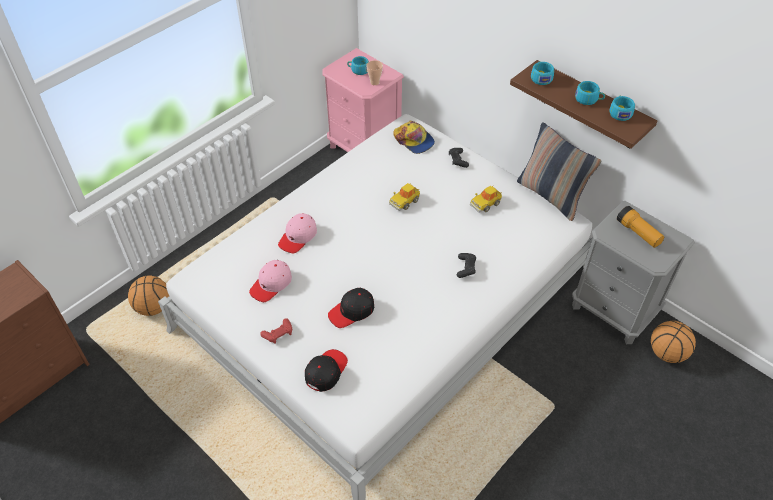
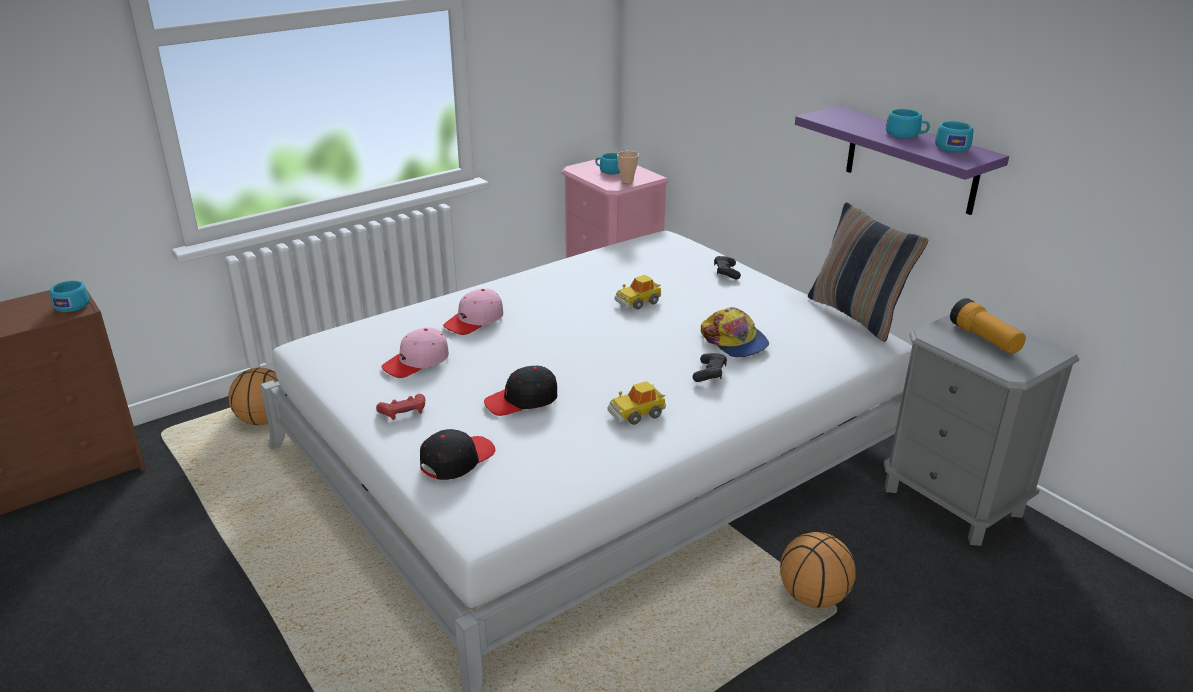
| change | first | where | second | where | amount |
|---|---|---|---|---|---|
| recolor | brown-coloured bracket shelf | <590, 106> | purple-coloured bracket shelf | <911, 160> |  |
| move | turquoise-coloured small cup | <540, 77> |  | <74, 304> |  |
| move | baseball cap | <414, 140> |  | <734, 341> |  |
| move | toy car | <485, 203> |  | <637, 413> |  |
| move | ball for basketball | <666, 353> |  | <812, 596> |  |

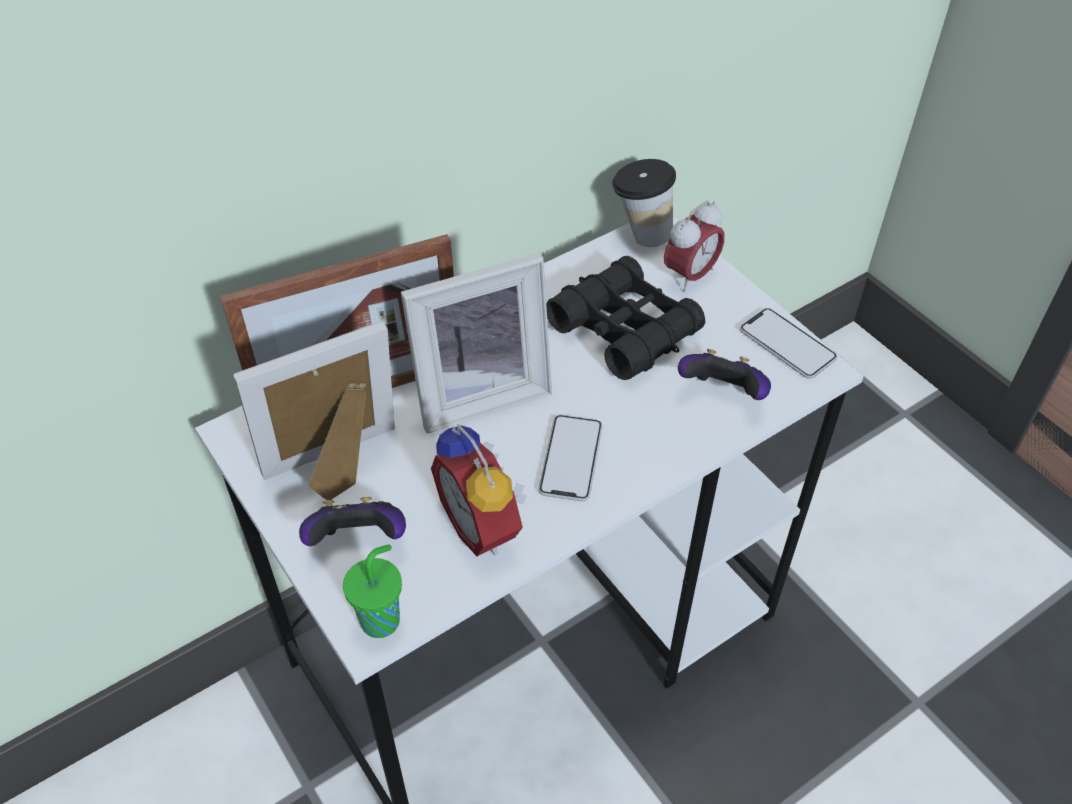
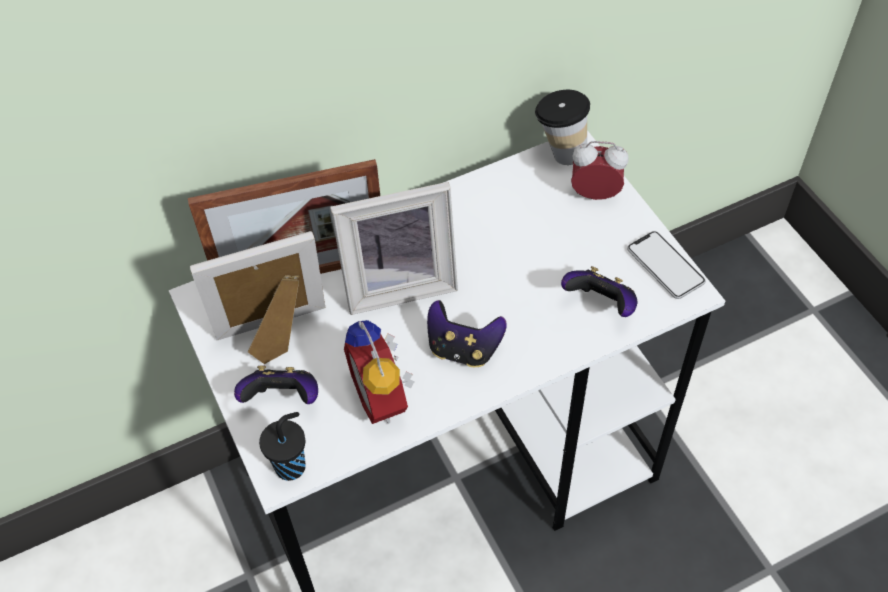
| change | first | where | second | where | amount |
|---|---|---|---|---|---|
| rotate | bedside clock | <690, 275> |  | <595, 194> | 135 degrees counterclockwise |
| delete | blackish field glasses | <624, 329> |  |  |  |
| replace | telephone | <571, 459> | gamepad | <463, 349> |  |
| recolor | green-coloured small cup | <382, 619> | blackish small cup | <292, 465> |  |

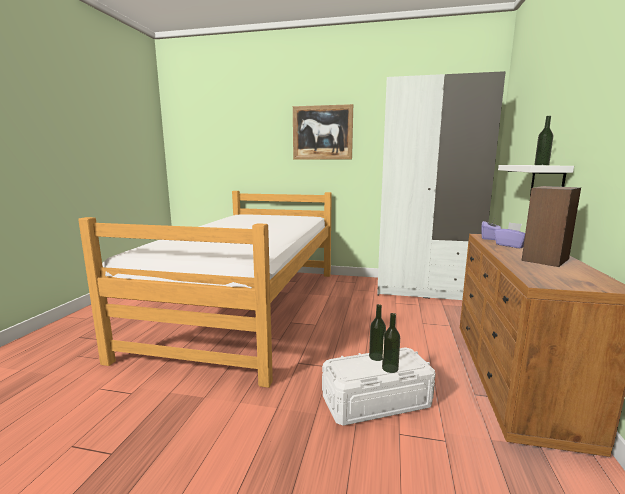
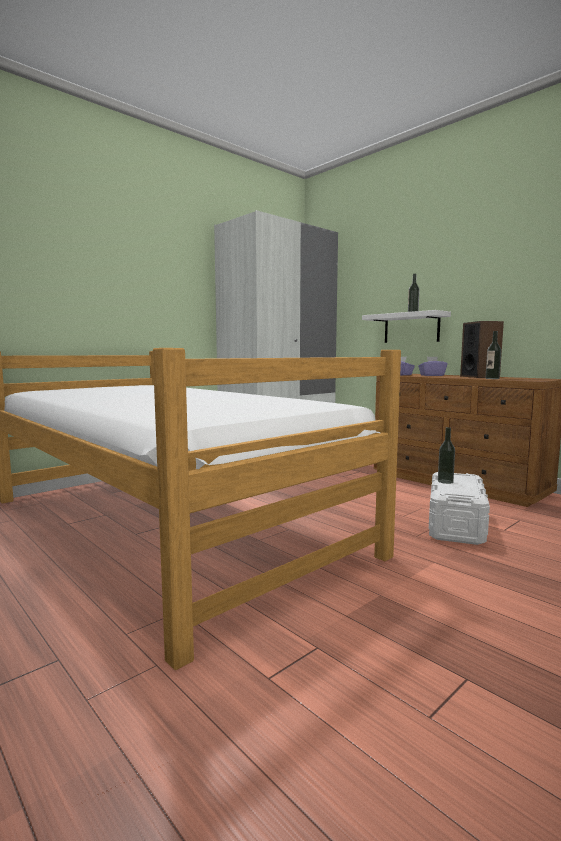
| change | first | where | second | where | amount |
|---|---|---|---|---|---|
| delete | picture | <322, 132> |  |  |  |
| move | beverage bottle | <390, 368> |  | <492, 378> |  |

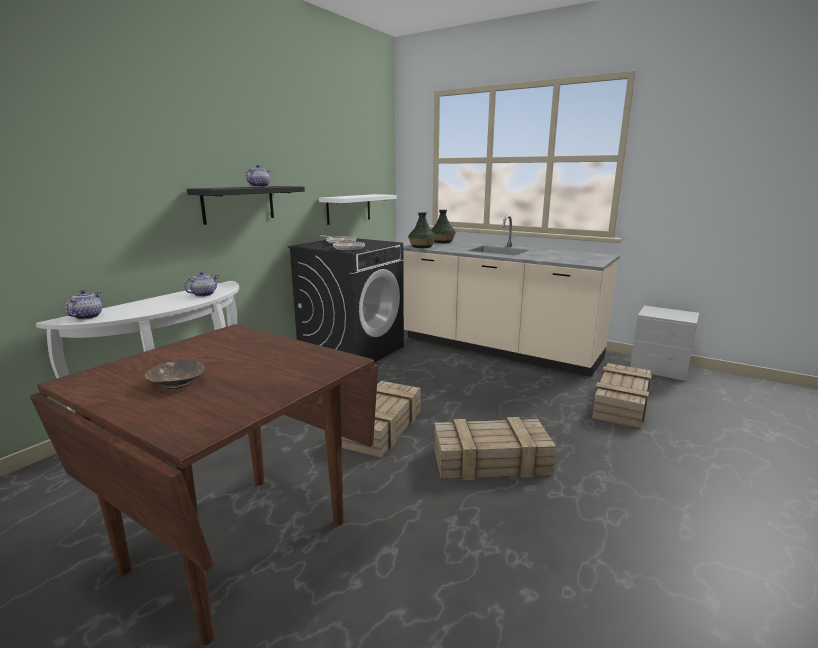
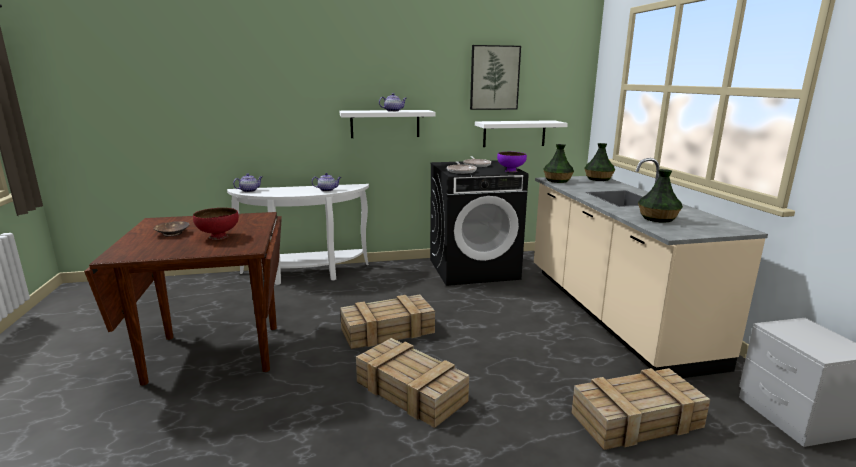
| change | first | where | second | where | amount |
|---|---|---|---|---|---|
| recolor | blackish bracket shelf | <239, 204> | white bracket shelf | <385, 124> |  |
| insert |  |  | picture | <494, 78> |  |
| insert |  |  | purple-coloured serving bowl | <510, 171> |  |
| insert |  |  | flower vase | <658, 218> |  |
| insert |  |  | red serving bowl | <218, 237> |  |

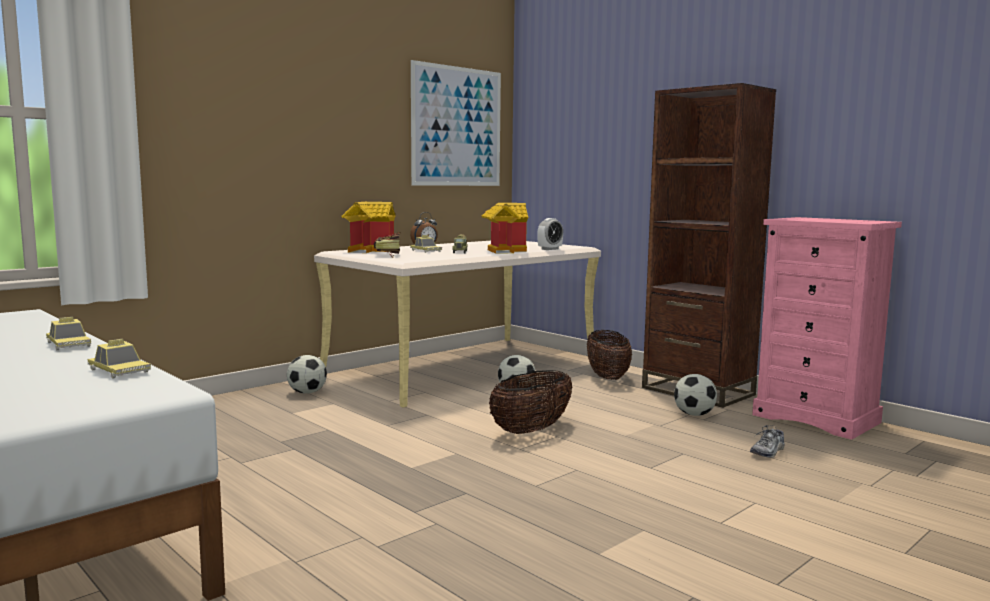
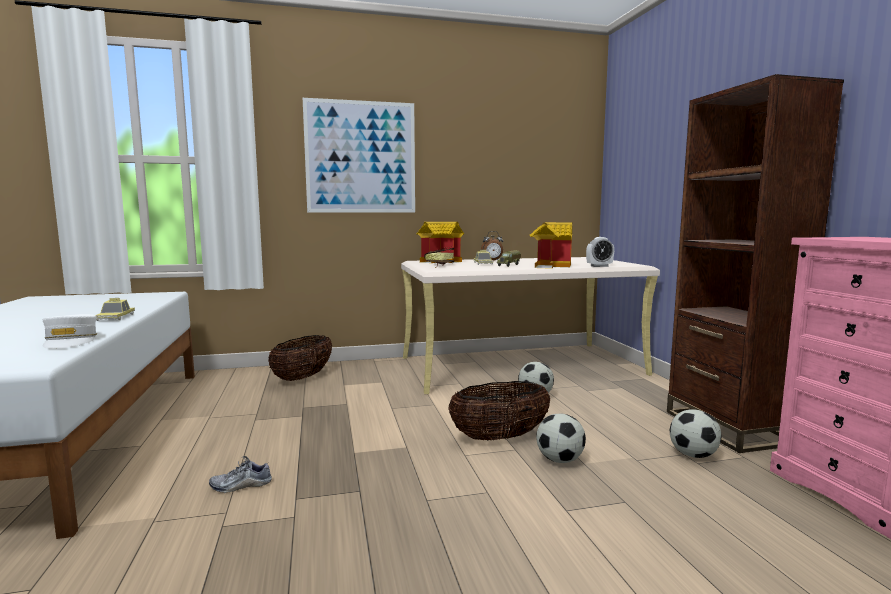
| change | first | where | second | where | amount |
|---|---|---|---|---|---|
| move | picture | <457, 126> |  | <361, 157> |  |
| move | storage basket | <607, 377> |  | <303, 377> |  |
| replace | toy car | <119, 371> | white baseball cap | <70, 341> |  |
| move | football | <307, 392> |  | <559, 460> |  |
| move | shoe | <768, 452> |  | <241, 485> |  |

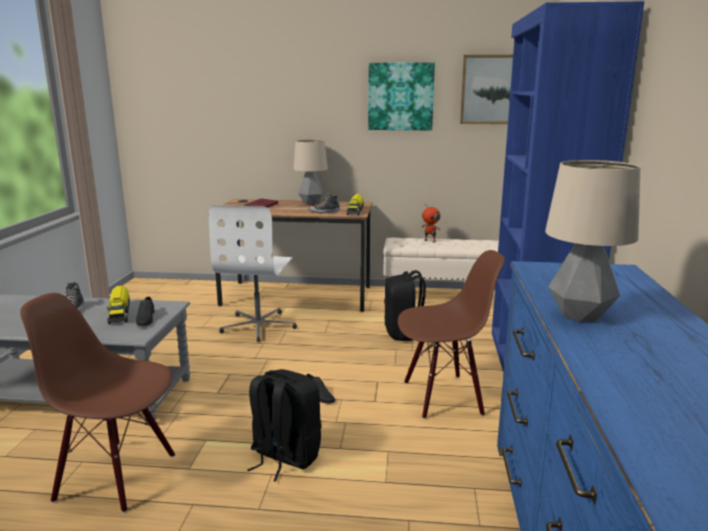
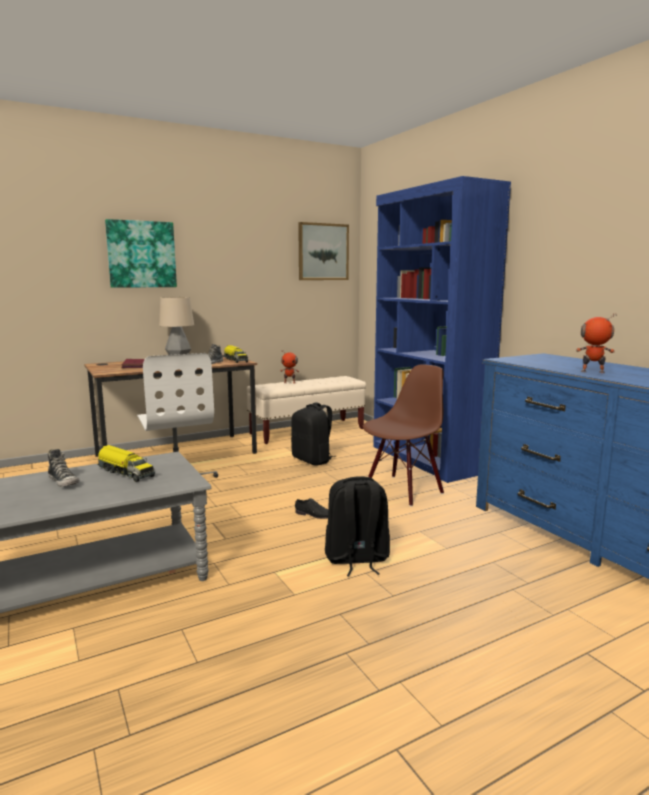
| change | first | where | second | where | amount |
|---|---|---|---|---|---|
| move | picture | <400, 96> |  | <141, 254> |  |
| replace | table lamp | <579, 315> | toy robot | <592, 372> |  |
| delete | brown-coloured plain chair | <117, 476> |  |  |  |
| delete | blackish shoe | <145, 318> |  |  |  |

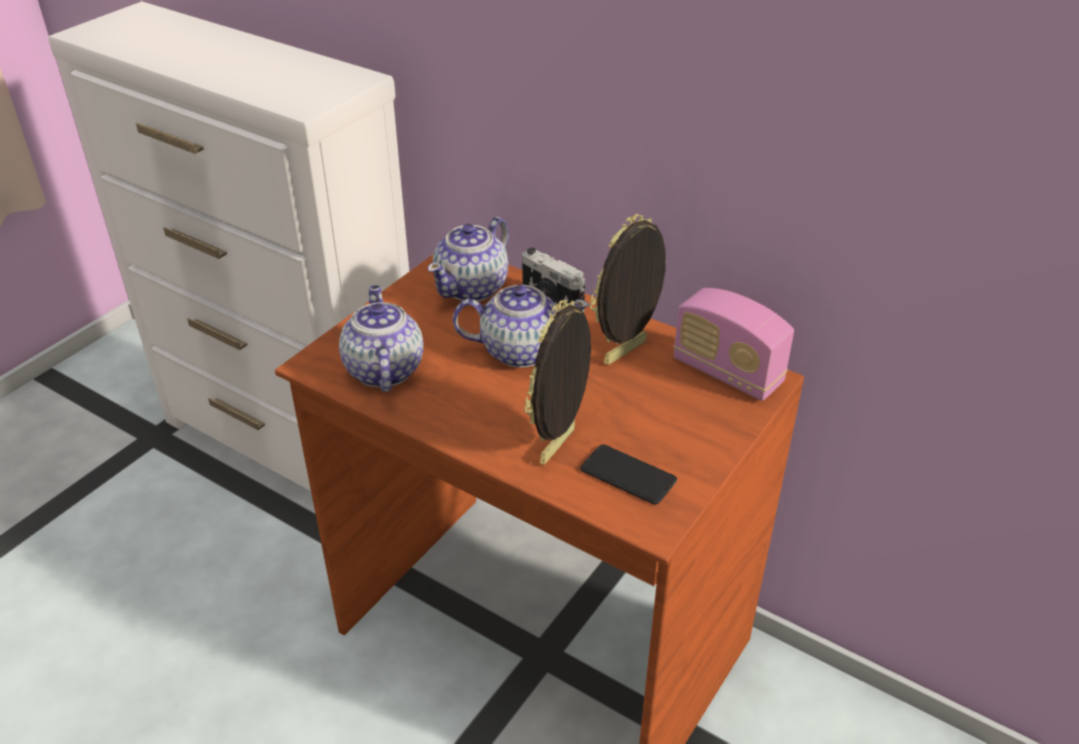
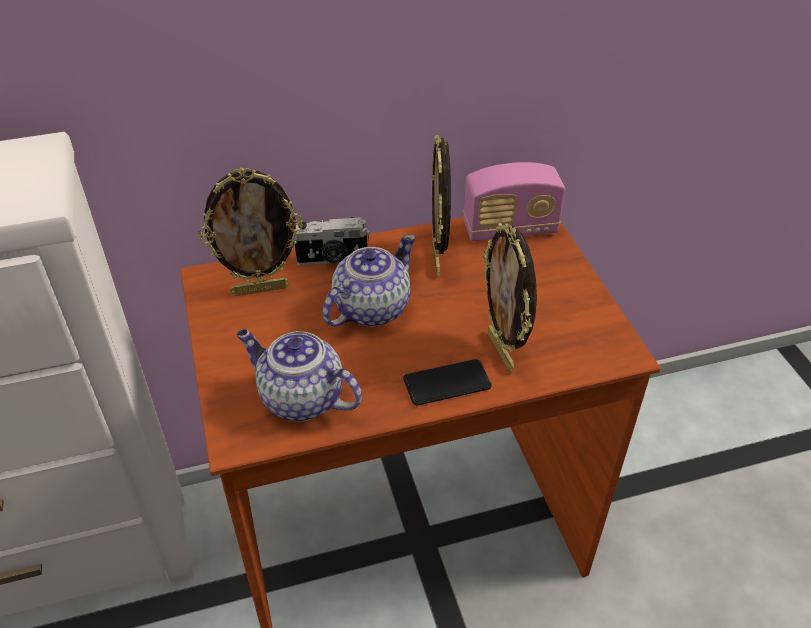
| change | first | where | second | where | amount |
|---|---|---|---|---|---|
| replace | pot for tea | <473, 288> | standing frame | <261, 289> |  |
| move | telephone | <628, 475> |  | <447, 383> |  |

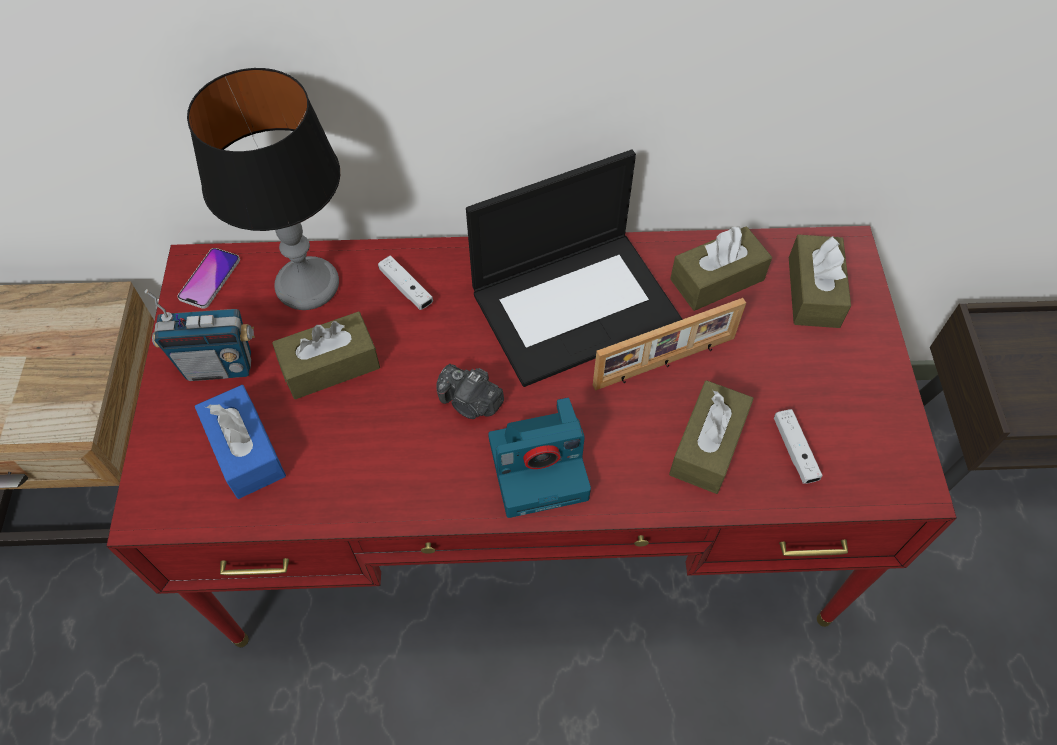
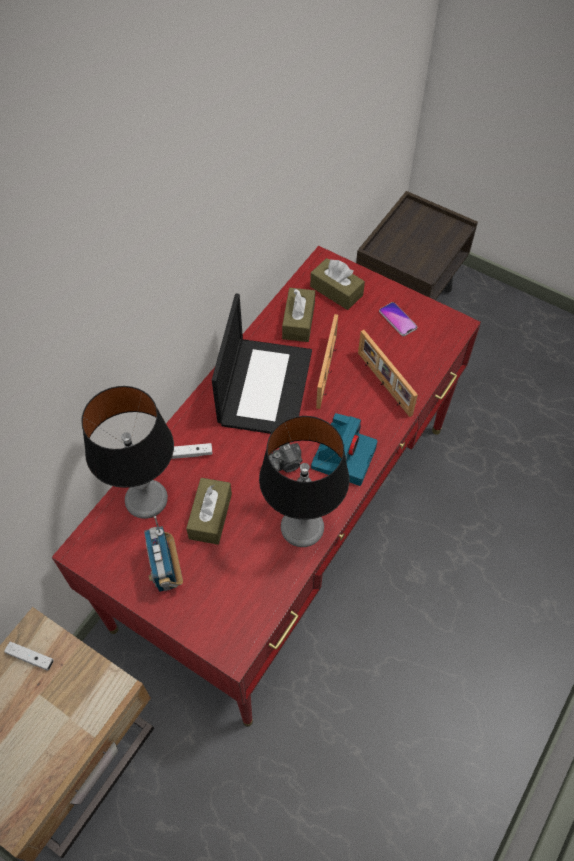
| change | first | where | second | where | amount |
|---|---|---|---|---|---|
| move | telephone | <209, 279> |  | <397, 319> |  |
| rotate | radio | <220, 366> |  | <165, 571> | 135 degrees clockwise |
| replace | brown-coloured box of tissues | <707, 446> | standing frame | <383, 384> |  |
| delete | bluish box of tissues | <245, 450> |  |  |  |
| move | white gamepad | <794, 450> |  | <30, 658> |  |
| insert |  |  | table lamp | <302, 527> |  |

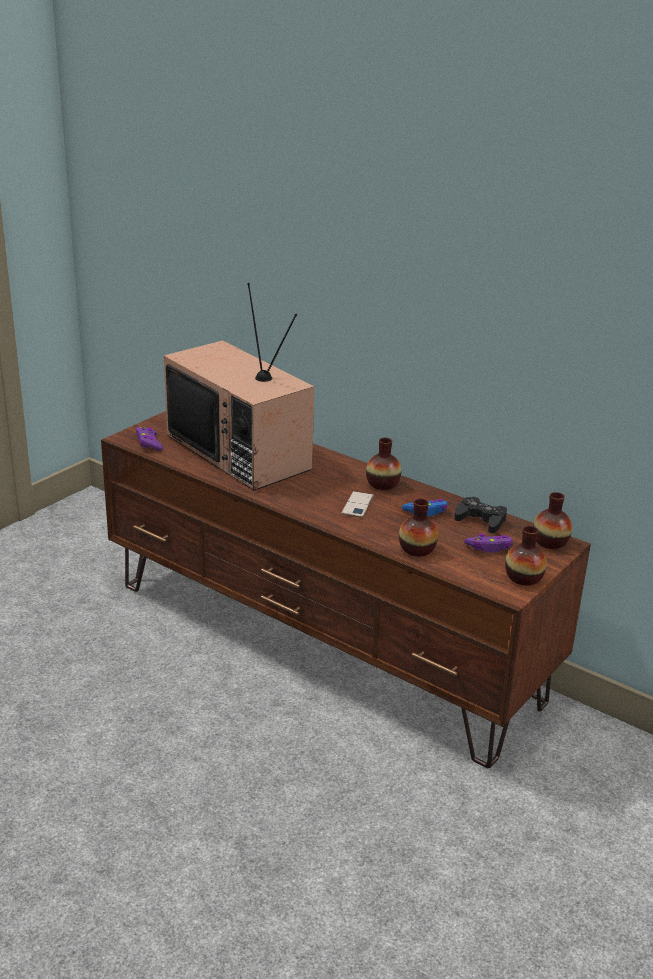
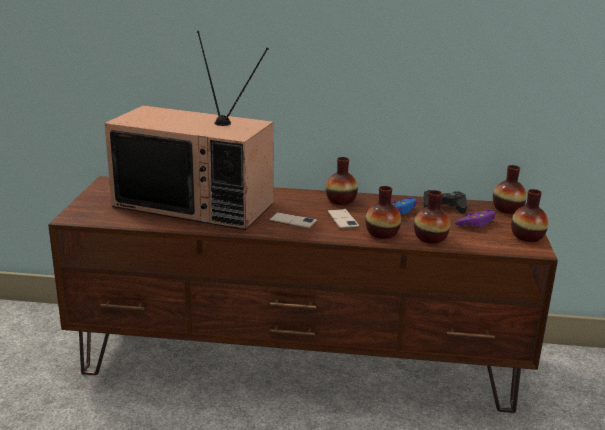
| change | first | where | second | where | amount |
|---|---|---|---|---|---|
| delete | purple-coloured gamepad | <149, 443> |  |  |  |
| insert |  |  | flower vase | <382, 233> |  |
| insert |  |  | telephone | <293, 221> |  |

